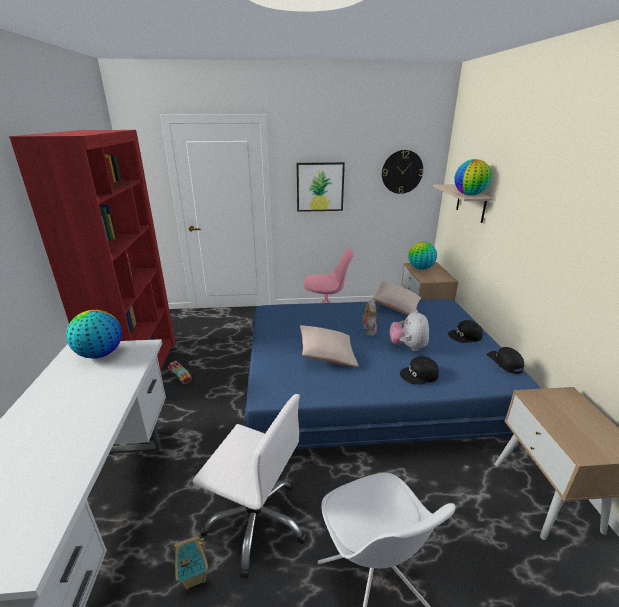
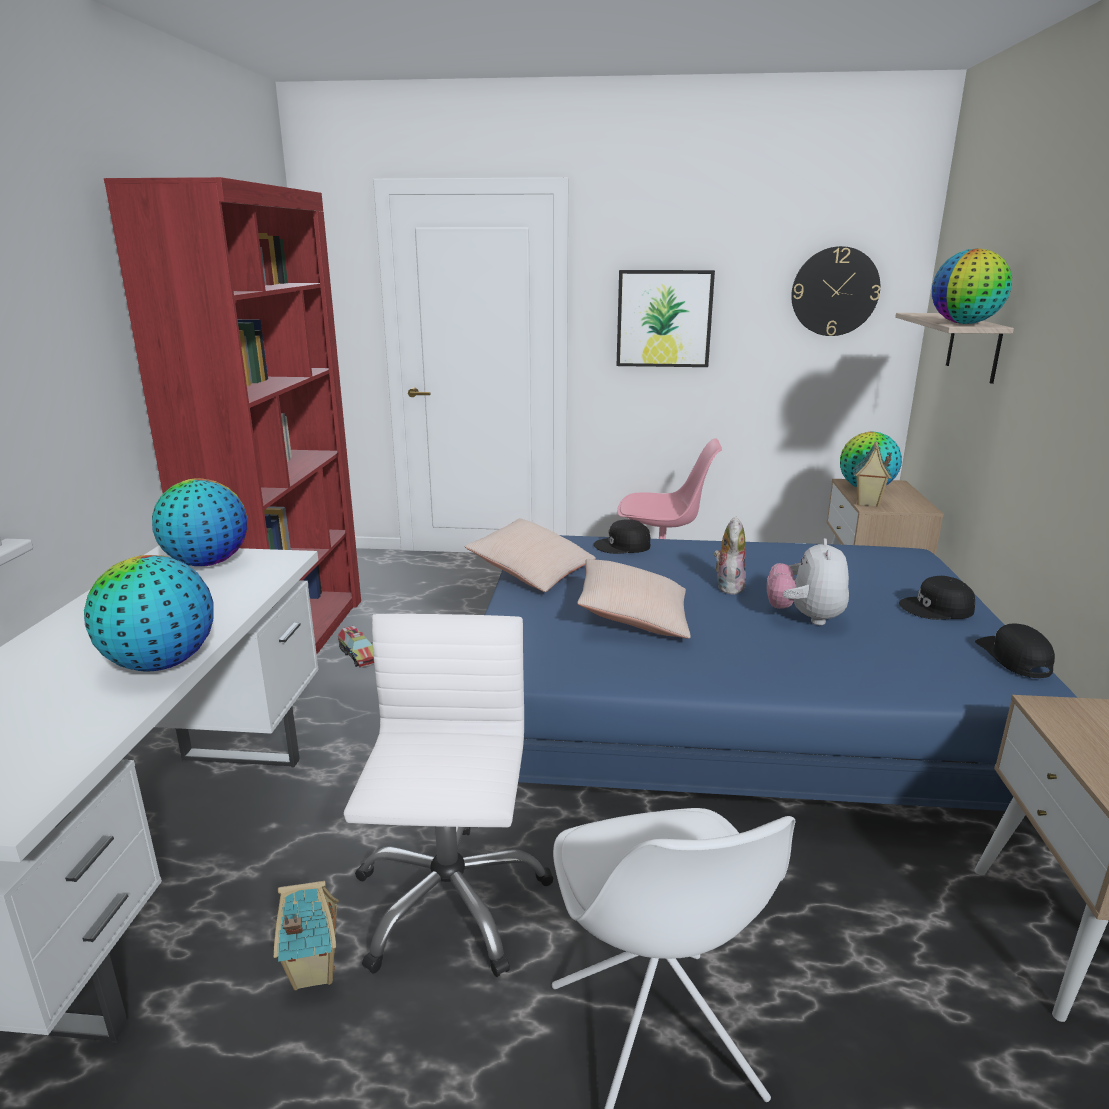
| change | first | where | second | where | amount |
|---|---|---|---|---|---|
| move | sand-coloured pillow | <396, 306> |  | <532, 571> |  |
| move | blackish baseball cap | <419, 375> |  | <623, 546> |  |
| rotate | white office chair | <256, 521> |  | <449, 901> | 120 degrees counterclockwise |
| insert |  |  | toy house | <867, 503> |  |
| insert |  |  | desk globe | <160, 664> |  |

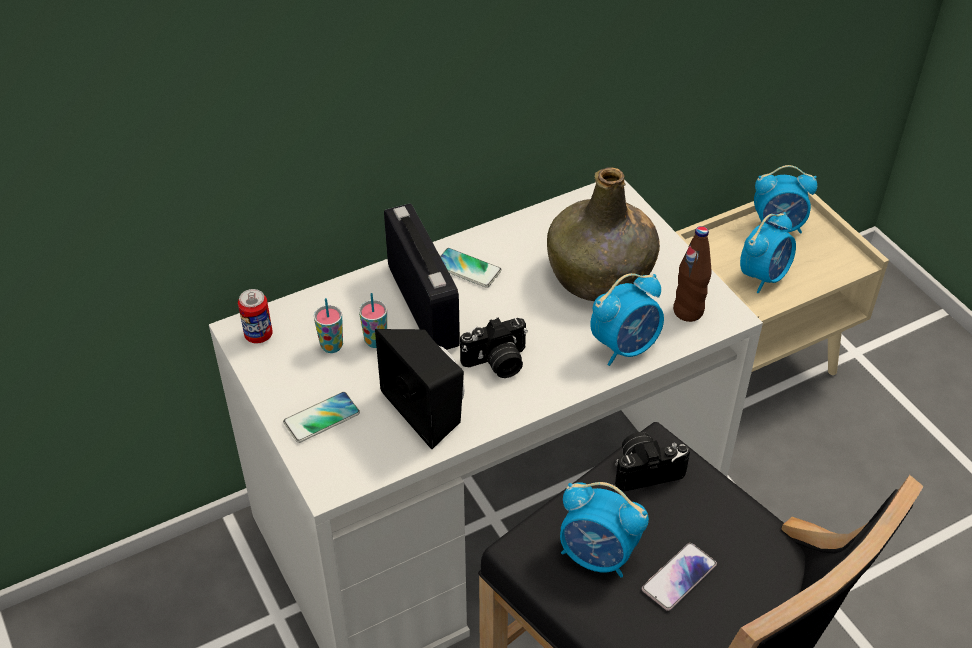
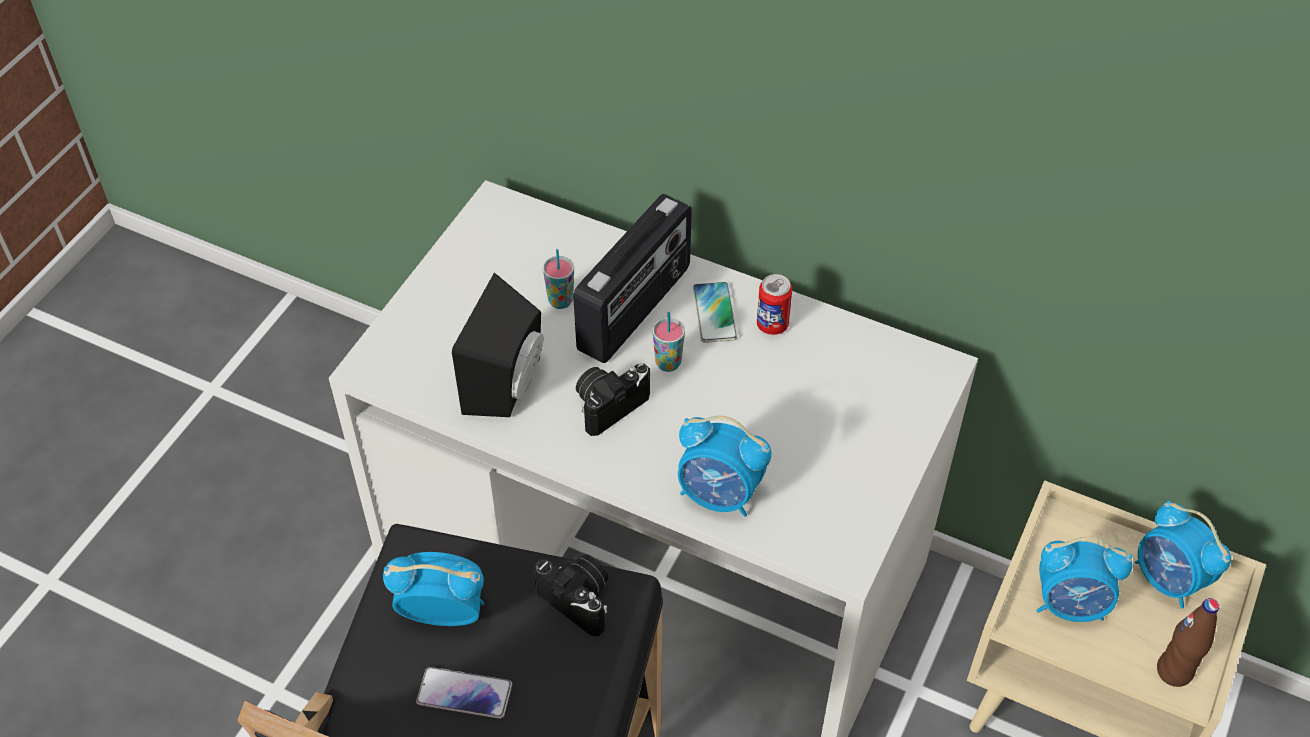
| change | first | where | second | where | amount |
|---|---|---|---|---|---|
| delete | green-coloured beverage bottle | <600, 275> |  |  |  |
| move | brown-coloured beverage bottle | <688, 311> |  | <1174, 671> |  |
| move | metal can | <258, 335> |  | <772, 325> |  |
| move | small cup | <332, 346> |  | <668, 363> |  |
| rotate | still camera | <497, 363> |  | <609, 404> | 105 degrees clockwise |
| delete | telephone | <322, 418> |  |  |  |
| rotate | bedside clock | <597, 556> |  | <443, 613> | 105 degrees clockwise |

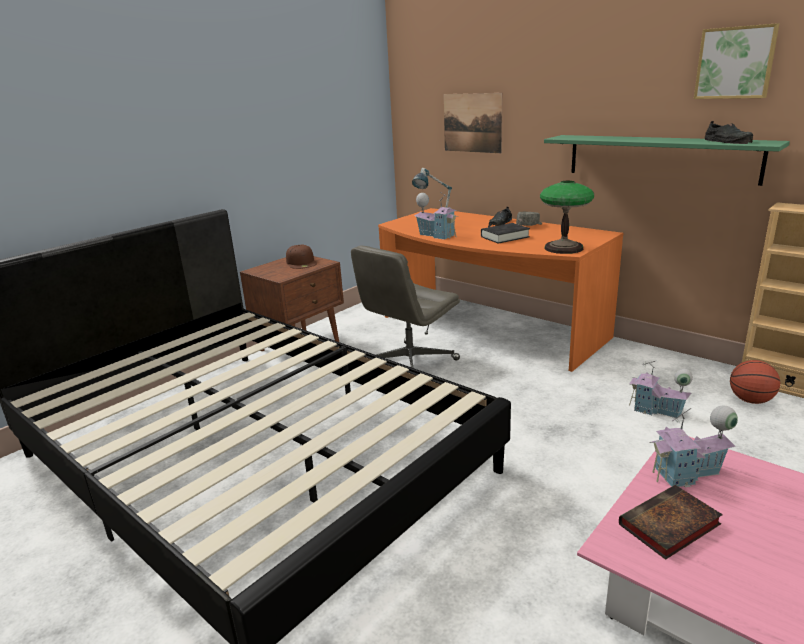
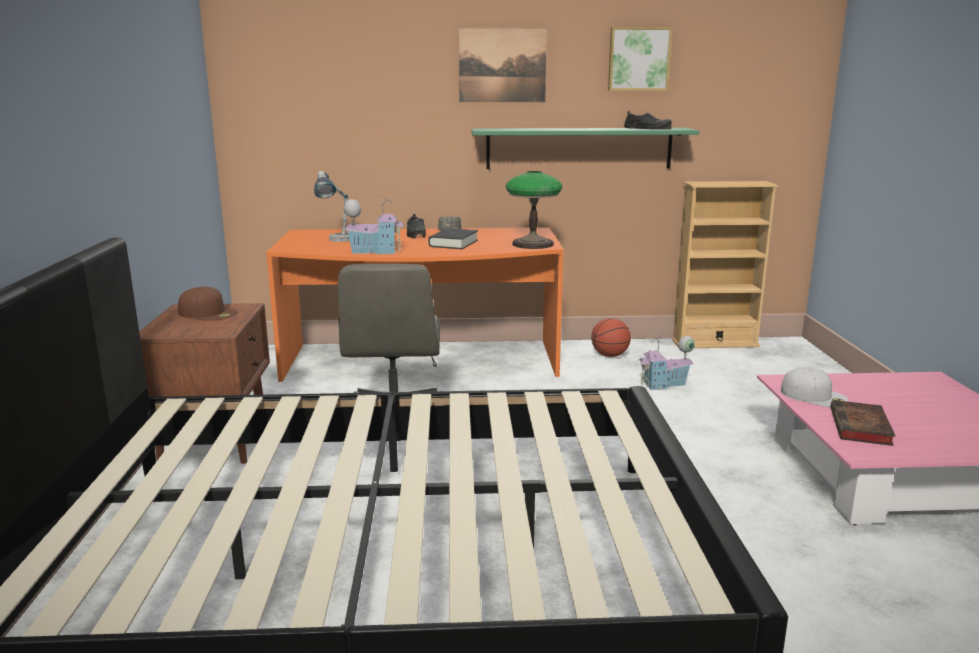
| change | first | where | second | where | amount |
|---|---|---|---|---|---|
| move | picture | <472, 123> |  | <502, 65> |  |
| move | ball for basketball | <750, 400> |  | <610, 355> |  |
| replace | toy house | <688, 474> | white baseball cap | <814, 395> |  |

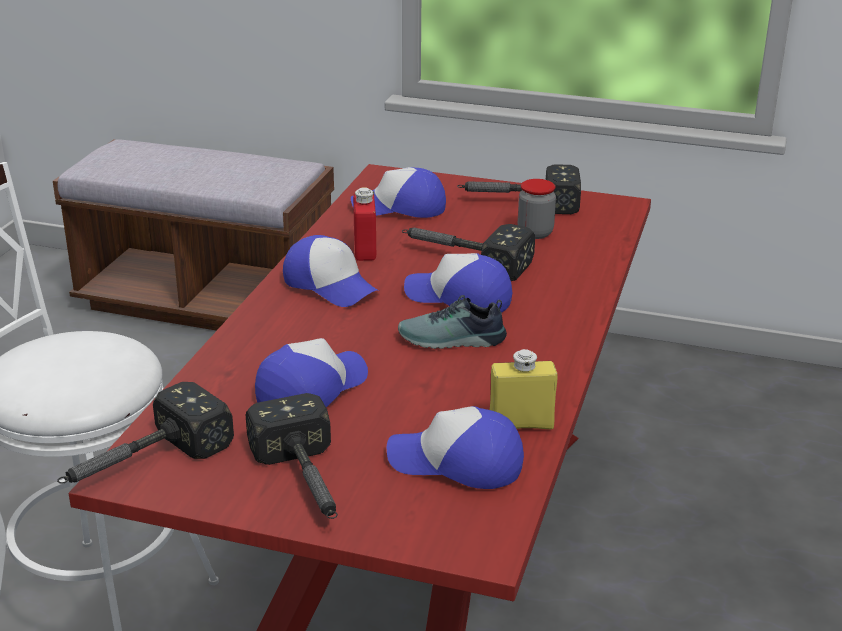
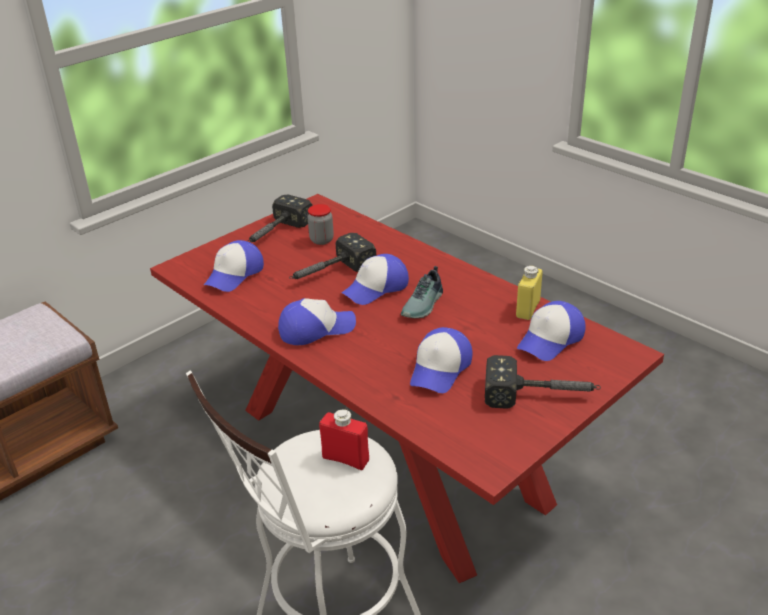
| change | first | where | second | where | amount |
|---|---|---|---|---|---|
| move | red beverage bottle | <365, 250> |  | <345, 459> |  |
| rotate | baseball cap | <311, 389> |  | <440, 369> | 135 degrees counterclockwise |
| delete | hammer | <141, 464> |  |  |  |

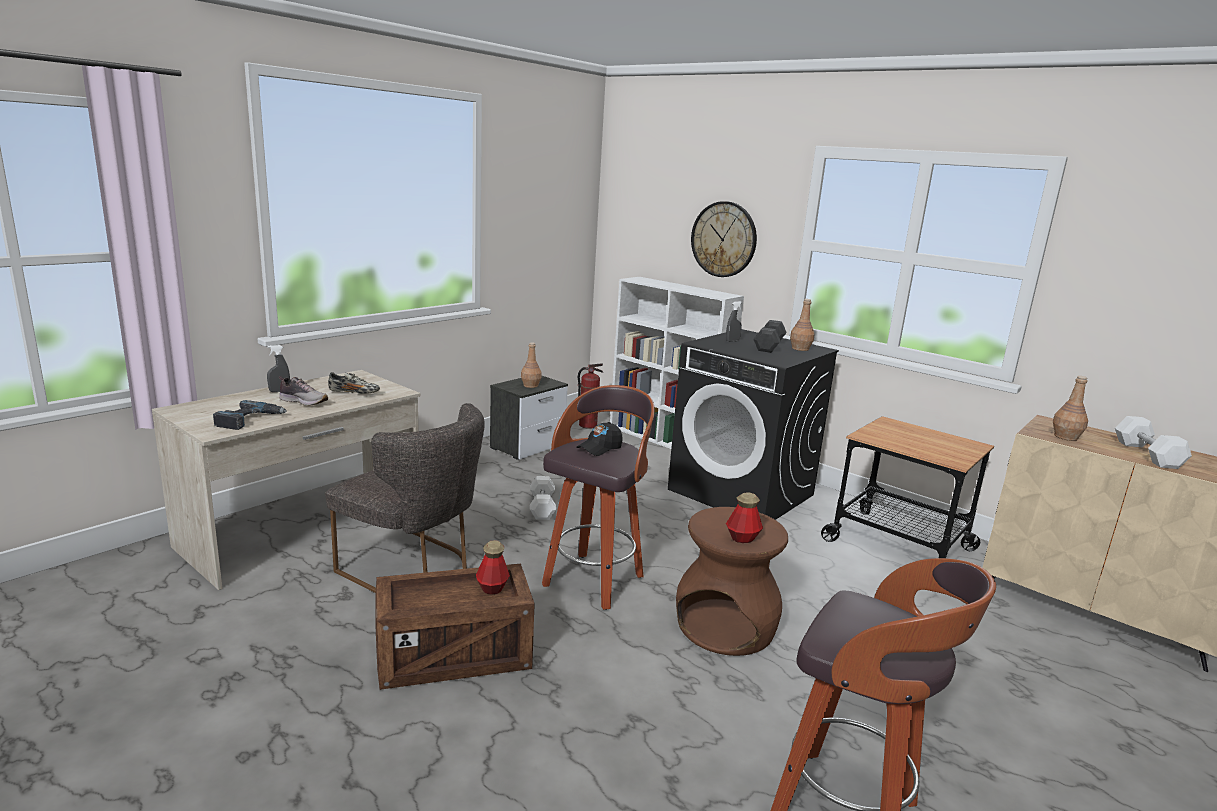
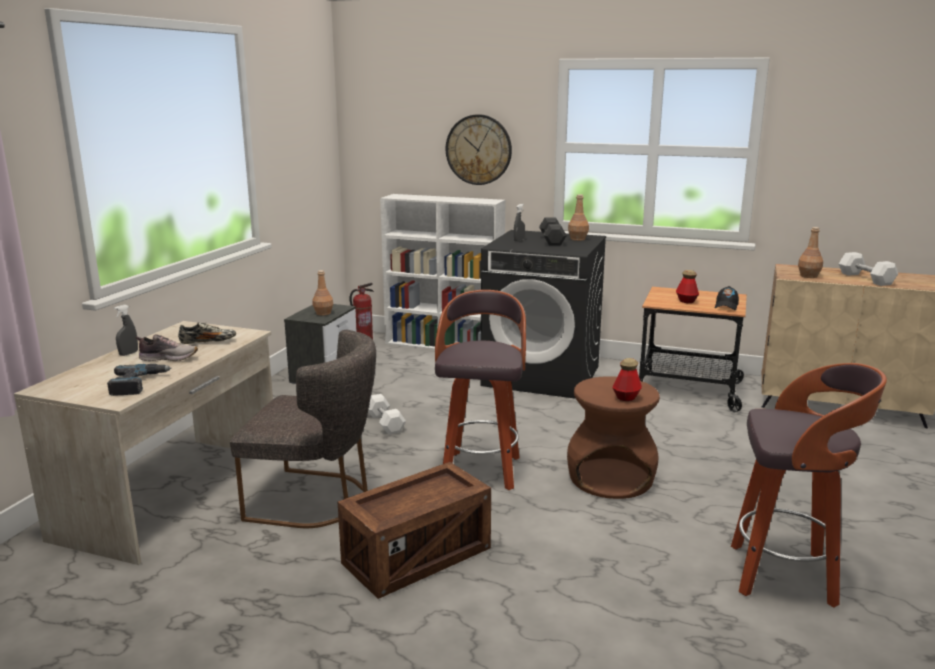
| change | first | where | second | where | amount |
|---|---|---|---|---|---|
| move | blackish baseball cap | <599, 448> |  | <726, 306> |  |
| move | beverage bottle | <492, 588> |  | <686, 301> |  |

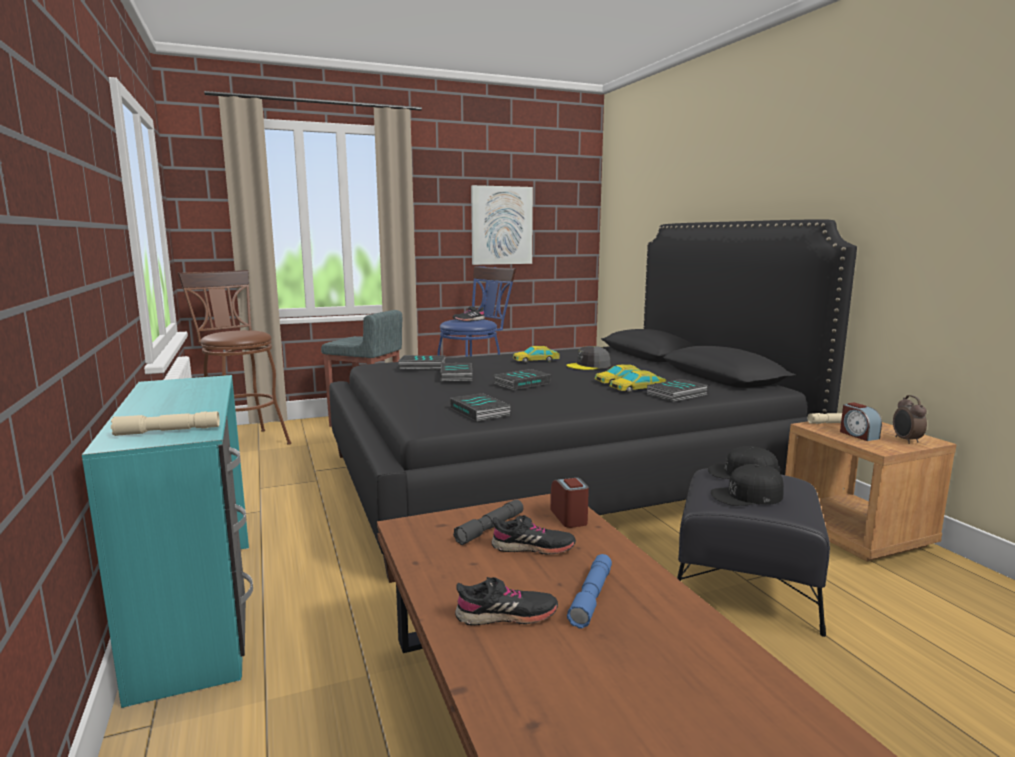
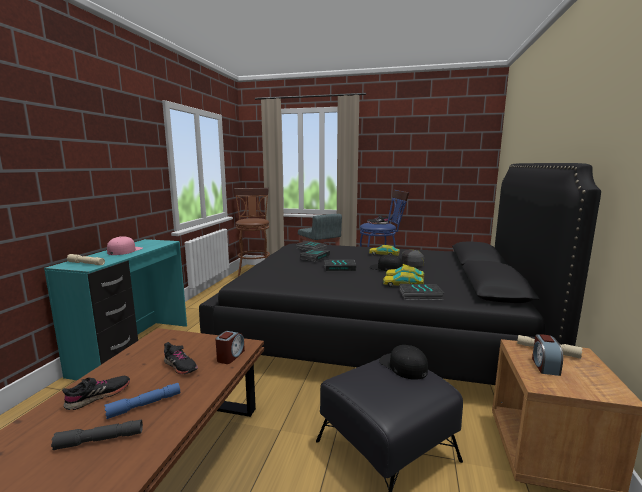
| change | first | where | second | where | amount |
|---|---|---|---|---|---|
| delete | picture | <501, 225> |  |  |  |
| delete | volume | <481, 412> |  |  |  |
| delete | bedside clock | <906, 440> |  |  |  |
| move | blackish baseball cap | <747, 495> |  | <386, 268> |  |
| move | gray flashlight | <490, 528> |  | <100, 440> |  |
| rotate | blackish shoe | <506, 616> |  | <99, 396> | 75 degrees counterclockwise |
| insert |  |  | pinkish baseball cap | <125, 251> |  |

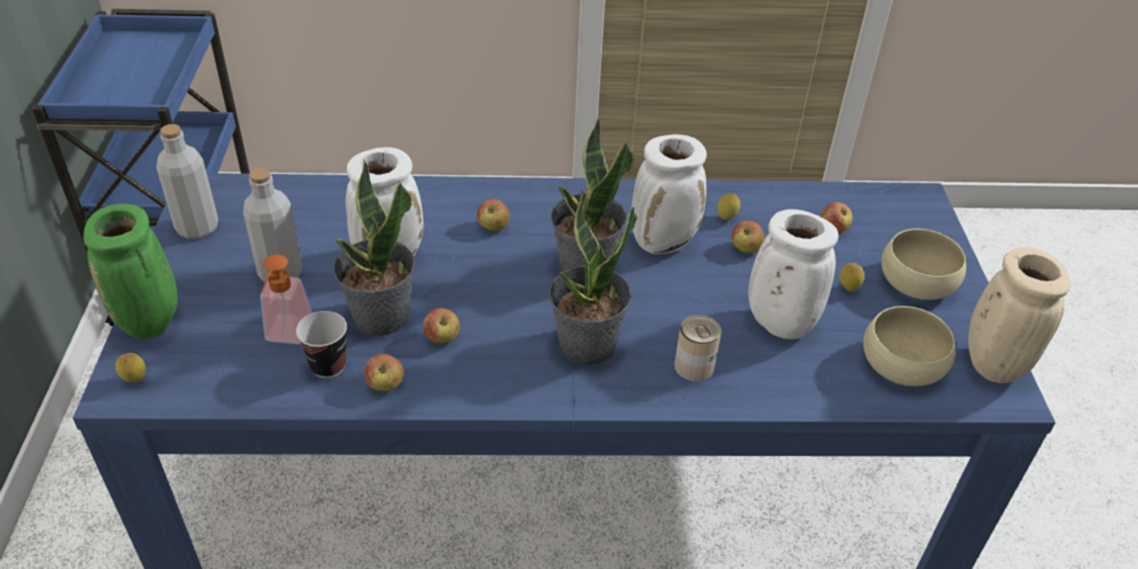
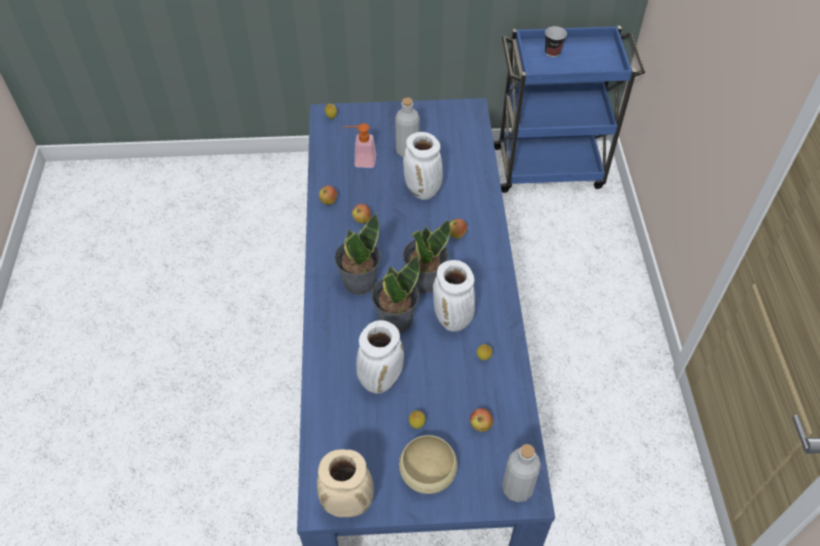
| change | first | where | second | where | amount |
|---|---|---|---|---|---|
| move | gray beverage bottle | <197, 227> |  | <517, 488> |  |
| move | potted plant | <381, 316> |  | <395, 319> |  |
| delete | green-coloured flower vase | <151, 324> |  |  |  |
| delete | whole apple | <745, 249> |  |  |  |
| delete | sand-coloured serving bowl | <902, 364> |  |  |  |
| move | small cup | <328, 366> |  | <552, 52> |  |
| delete | metal can | <694, 366> |  |  |  |

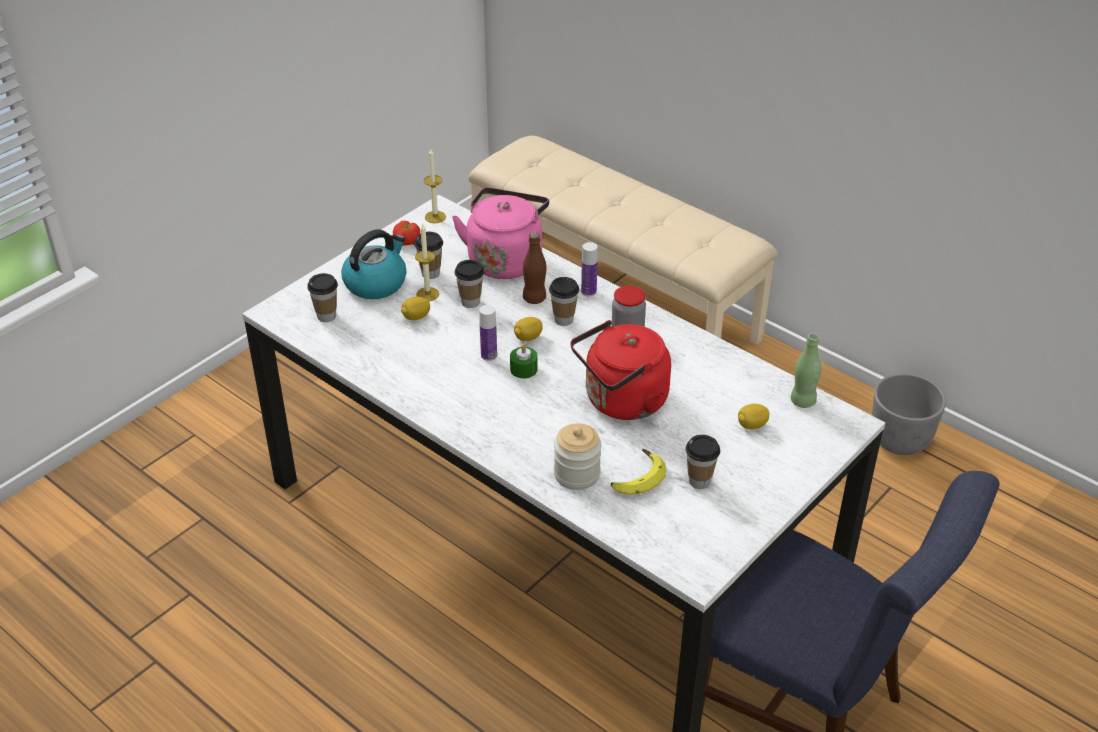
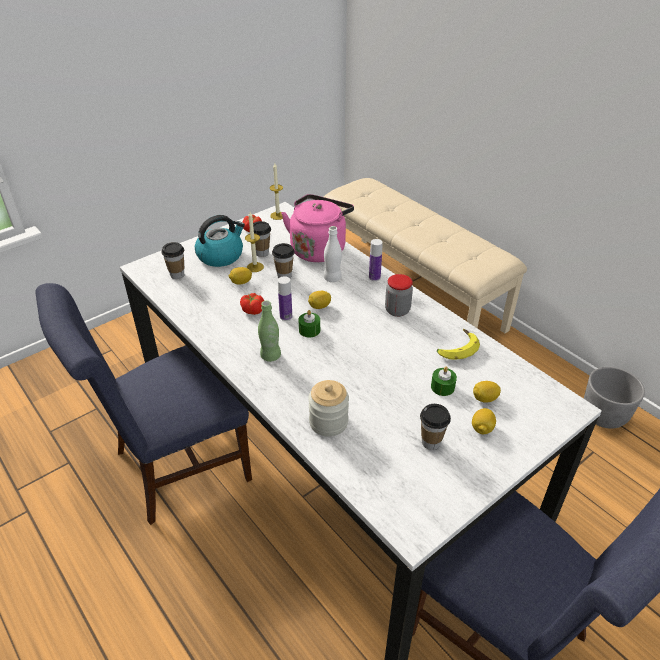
| change | first | where | second | where | amount |
|---|---|---|---|---|---|
| recolor | brown-coloured beverage bottle | <534, 298> | white beverage bottle | <332, 278> |  |
| delete | small cup | <563, 320> |  |  |  |
| delete | red tea kettle | <622, 402> |  |  |  |
| move | green-coloured beverage bottle | <803, 401> |  | <270, 356> |  |
| move | banana fruit | <636, 477> |  | <456, 348> |  |
| insert |  |  | bluish plain chair | <174, 468> |  |
| insert |  |  | whole tomato | <253, 310> |  |
| insert |  |  | green-coloured wax light | <442, 387> |  |
| insert |  |  | citrus fruit | <482, 428> |  |

